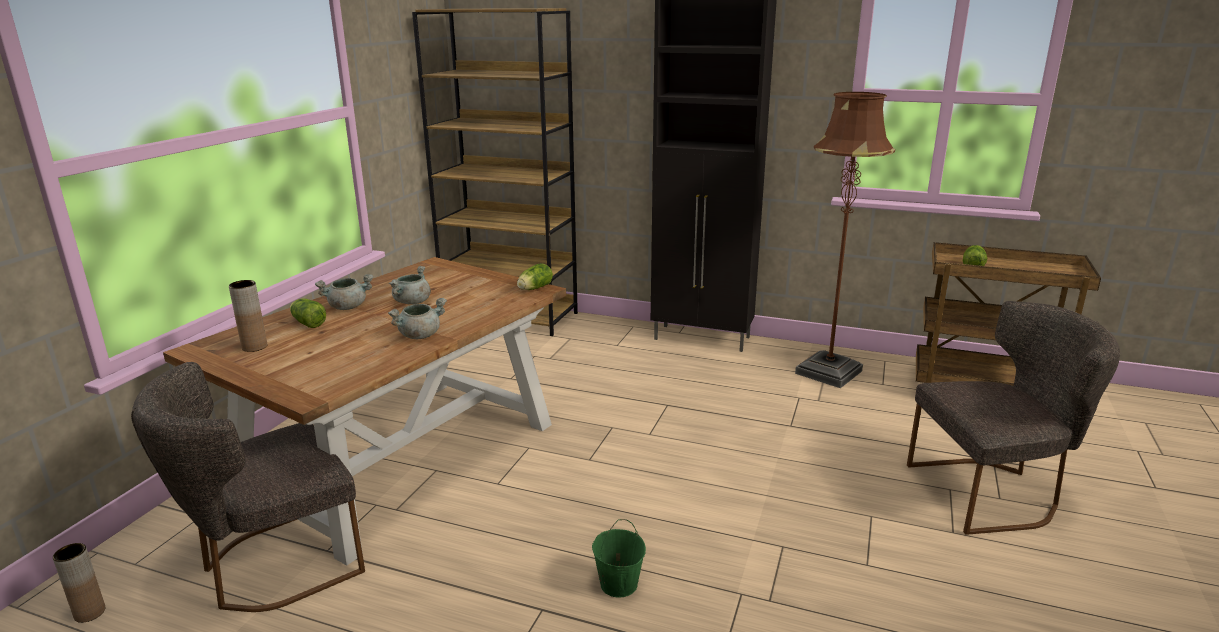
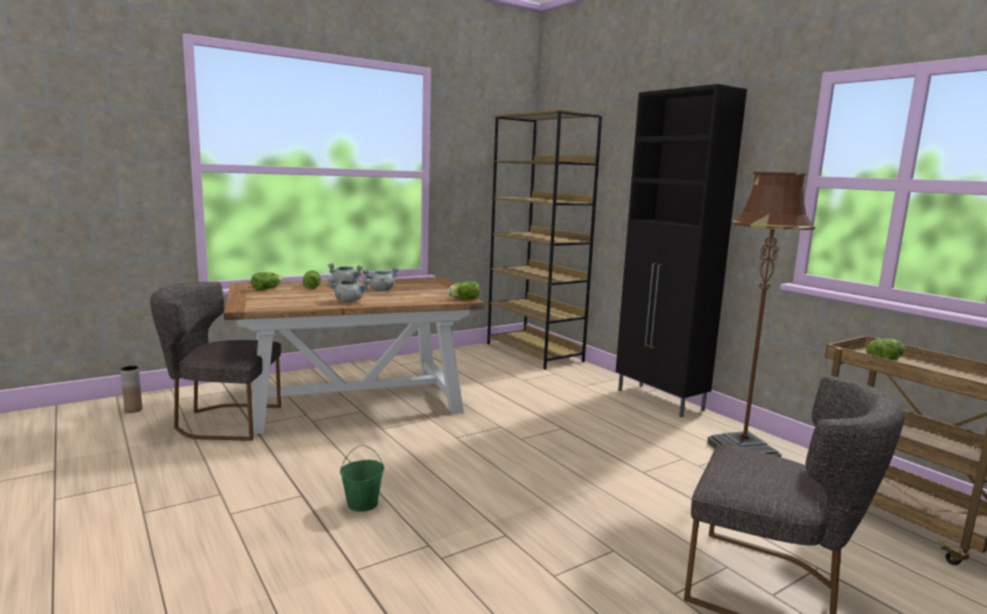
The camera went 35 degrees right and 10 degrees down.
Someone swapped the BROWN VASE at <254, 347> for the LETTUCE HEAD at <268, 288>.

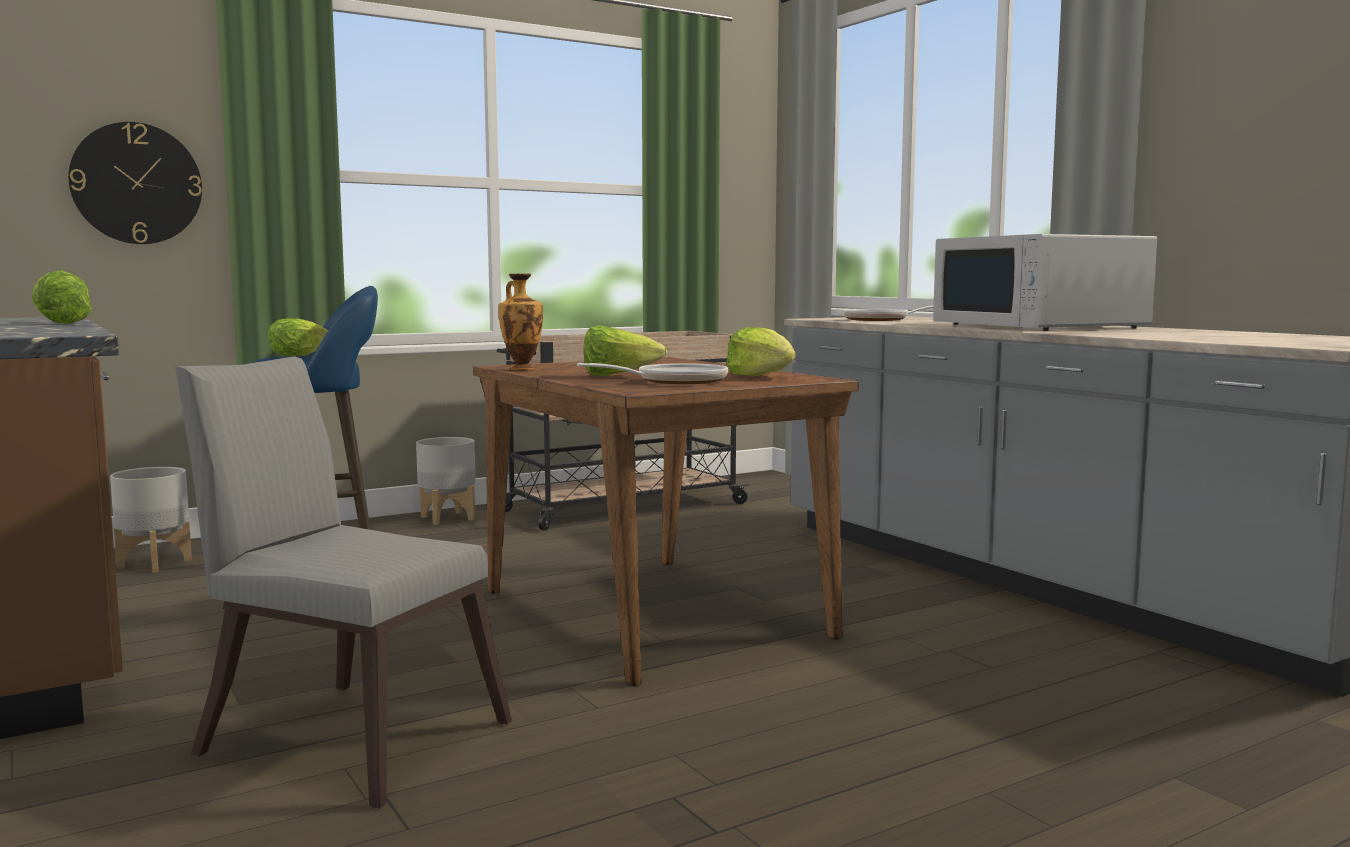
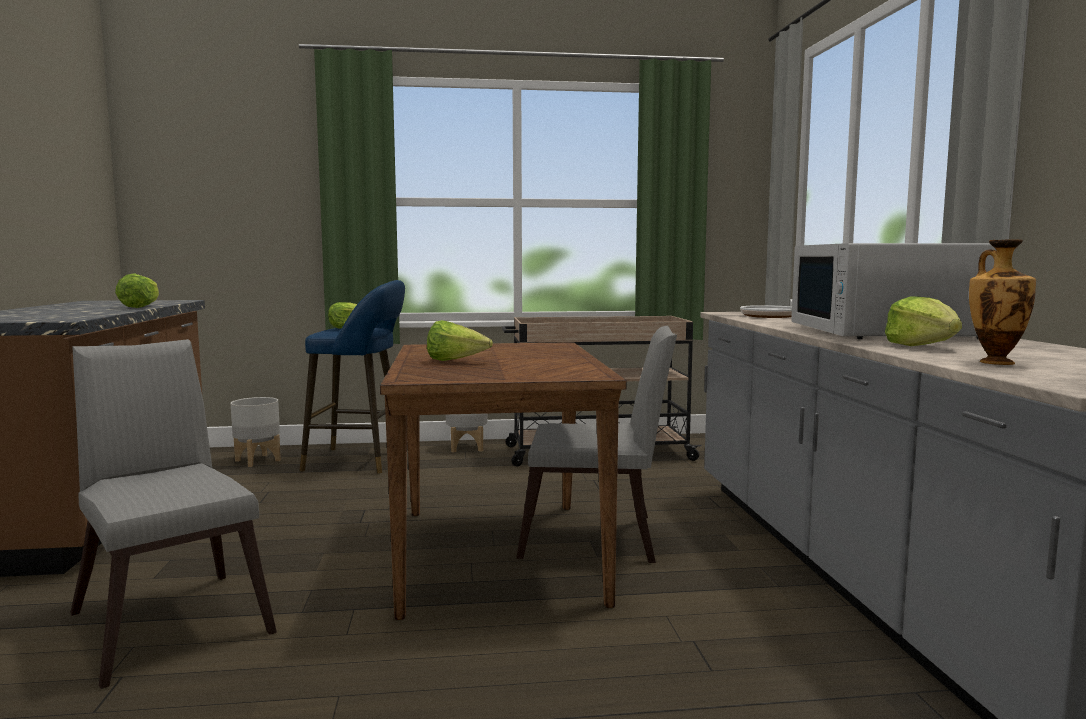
The camera went 25 degrees right and 0 degrees up.
Someone took away the CLOCK ON THE WALL at <136, 183>.
Someone carried the VASE from <521, 369> to <995, 362>.
Someone took away the FRYING PAN at <674, 381>.
Someone carried the LETTUCE HEAD from <761, 376> to <922, 346>.
Someone put down the GREYISH UPRIGHT CHAIR at <598, 539>.

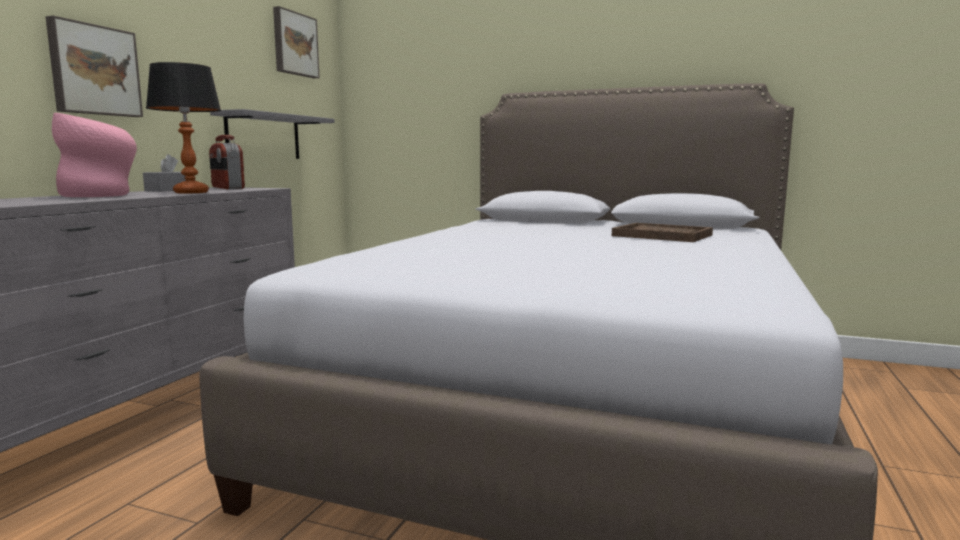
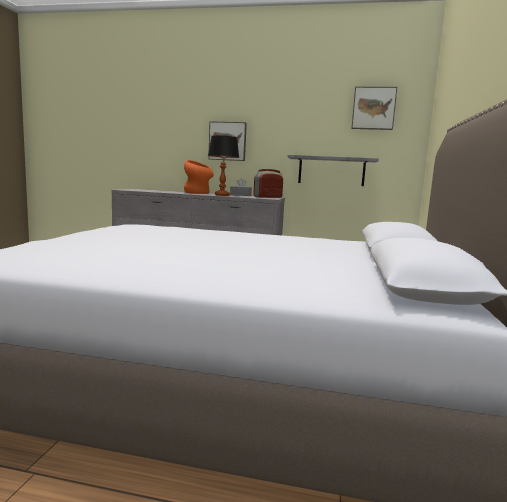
The camera went 80 degrees right and 0 degrees up.
Someone repainted the PINKISH VASE at <102, 195>, which became the ORANGE-COLOURED VASE at <198, 193>.
Someone took away the BROWN TRAY at <662, 235>.

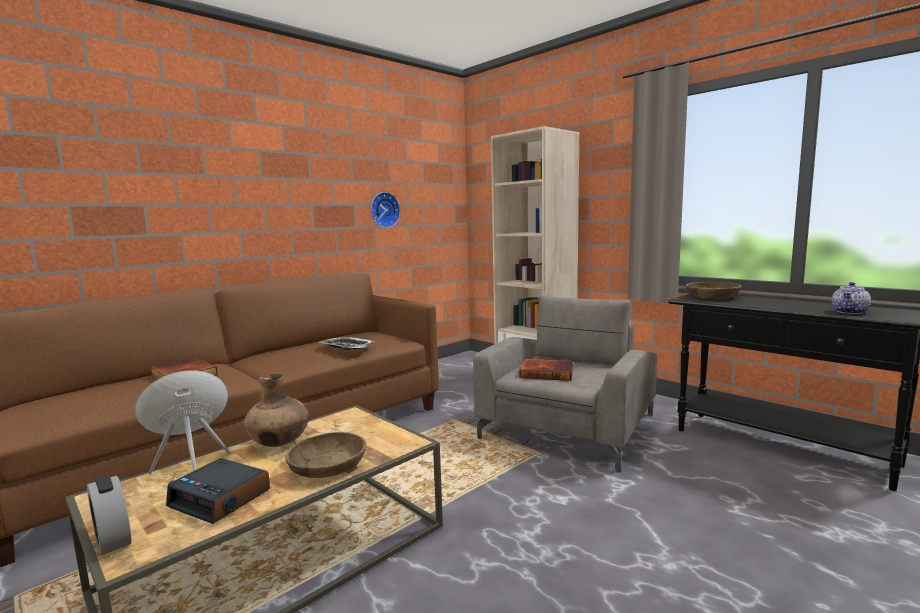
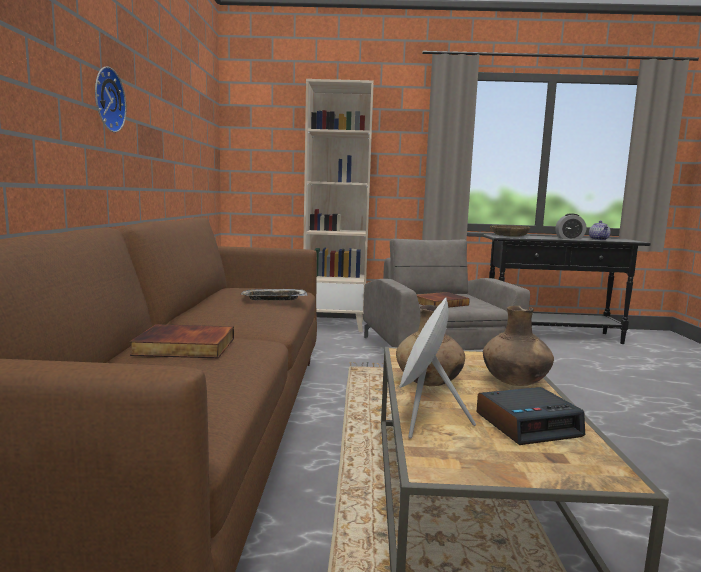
The camera went 45 degrees left and 0 degrees up.
Someone carried the TABLE CLOCK from <112, 539> to <569, 238>.
Someone swapped the BROWN DEEP DISH at <327, 466> for the BROWN VASE at <515, 383>.
Someone carried the CLOCK ON THE WALL from <384, 210> to <106, 100>.

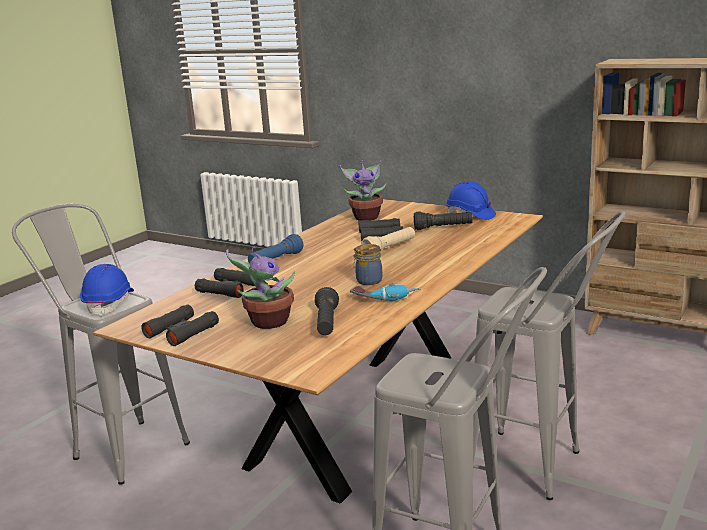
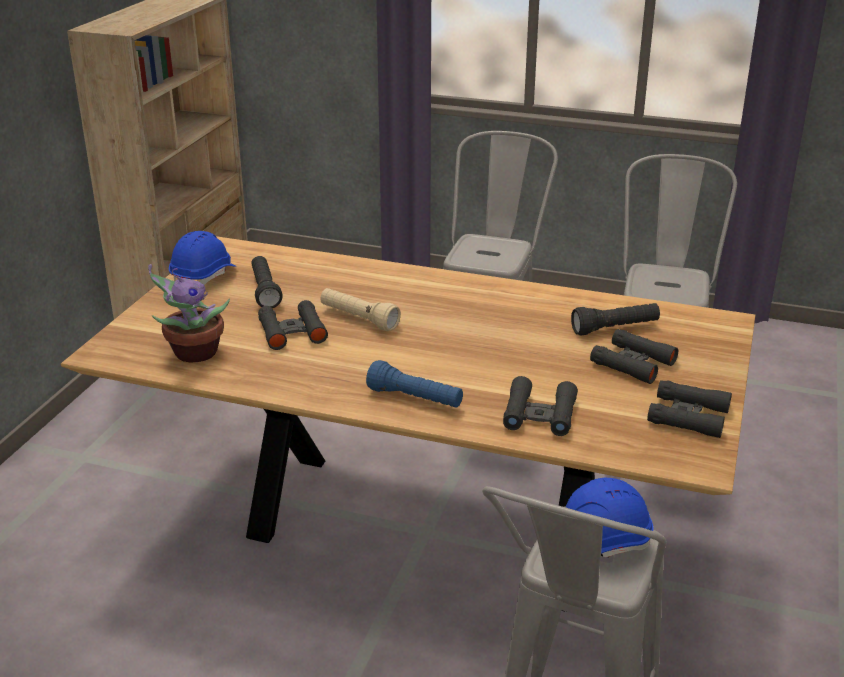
The camera went 105 degrees left and 10 degrees up.
Someone swapped the HOUSEPLANT at <267, 323> for the BLACK BINOCULARS at <633, 363>.
Someone took away the DRILL at <385, 298>.
Someone took away the STORAGE JAR at <368, 281>.

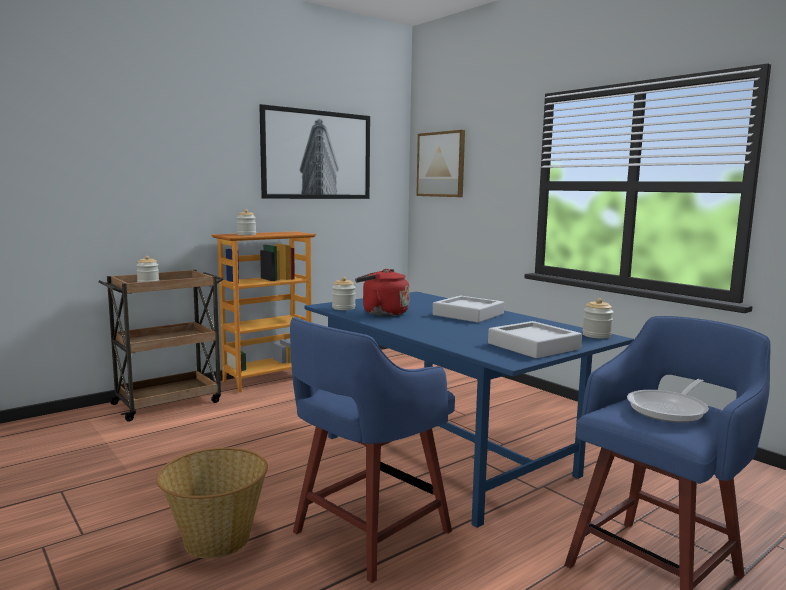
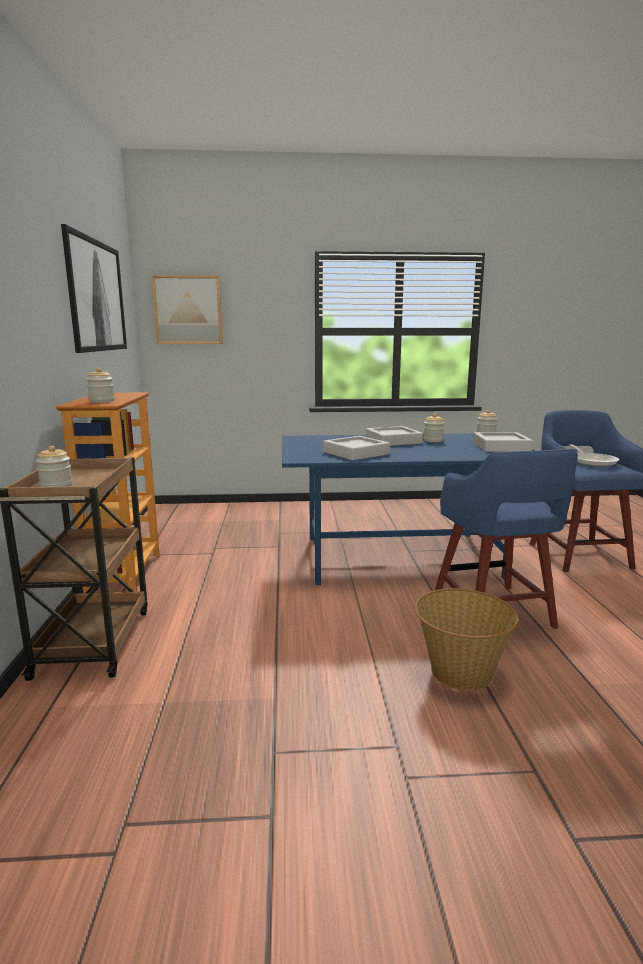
The camera went 55 degrees left and 5 degrees up.
Someone carried the STORAGE JAR from <343, 308> to <433, 440>.
Someone swapped the REDDISH TEA KETTLE at <382, 313> for the GREYISH TRAY at <356, 453>.

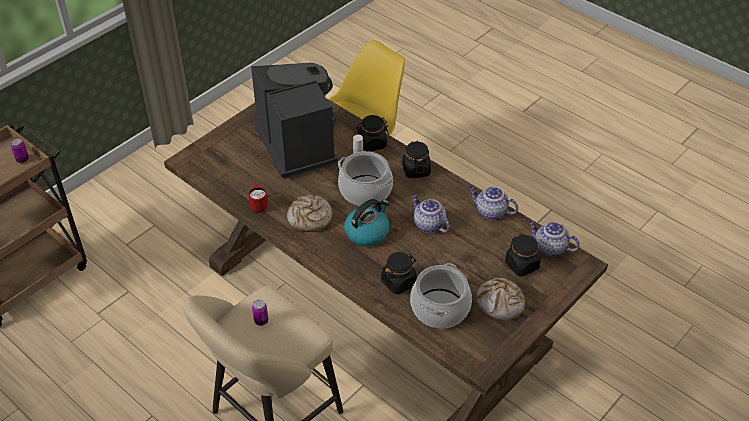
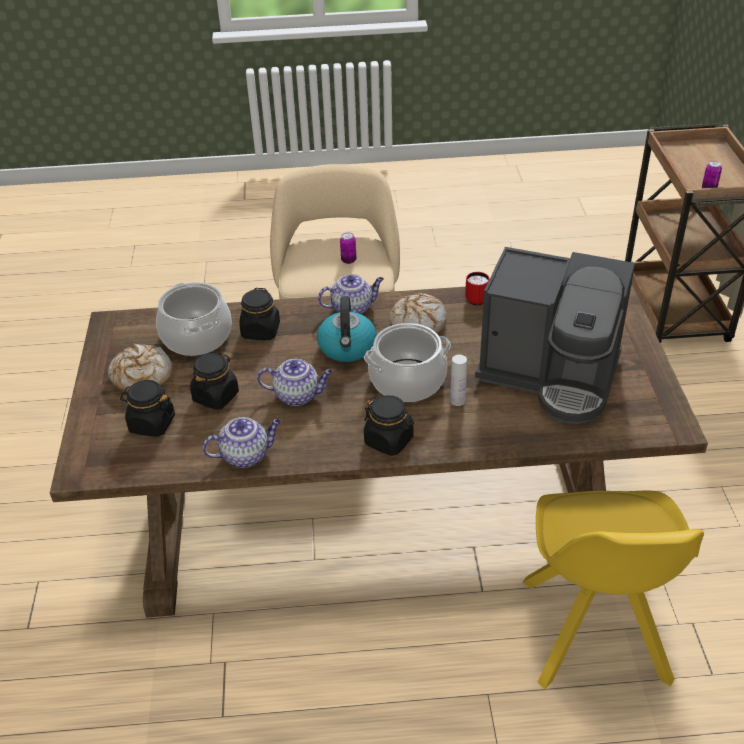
The camera went 135 degrees right and 5 degrees down.
Someone carried the BLACK STORAGE JAR from <372, 143> to <216, 396>.
Someone carried the POT FOR TEA from <550, 247> to <352, 308>.

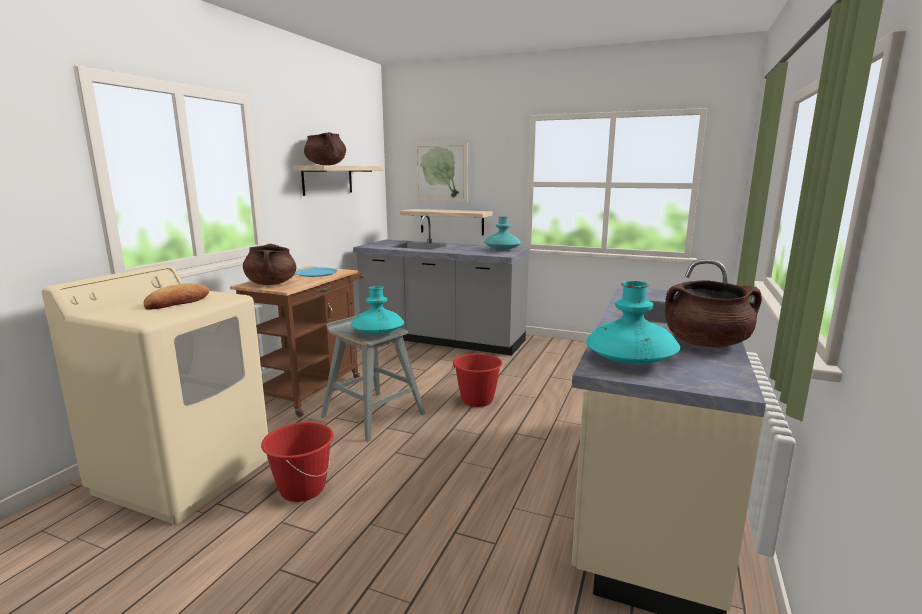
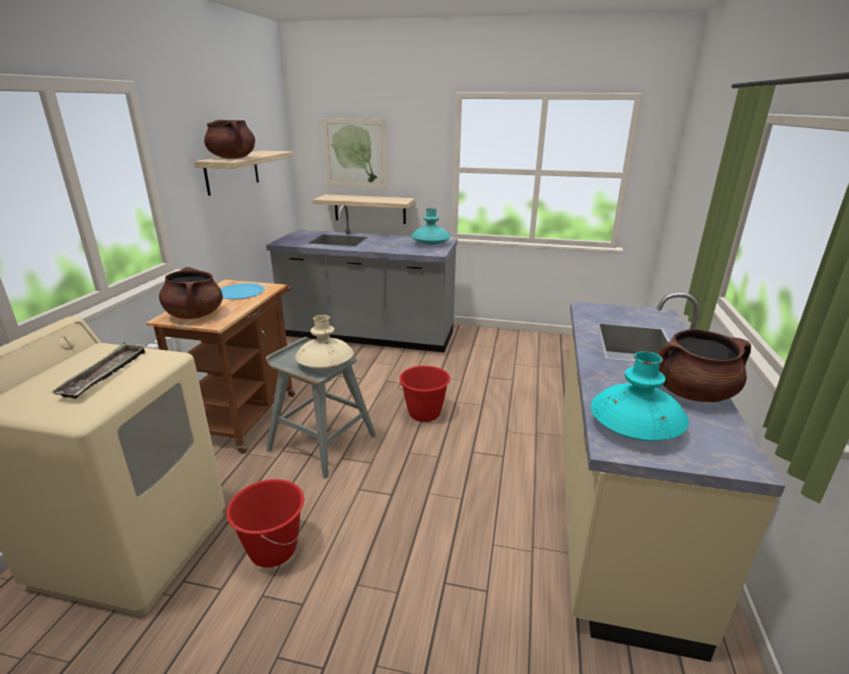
The camera went 10 degrees left and 10 degrees up.
Someone swapped the BAKERY BREAD at <178, 302> for the TRAY at <105, 374>.
Someone repainted the BLUE-GREEN VASE at <378, 333>, which became the SAND-COLOURED VASE at <325, 364>.

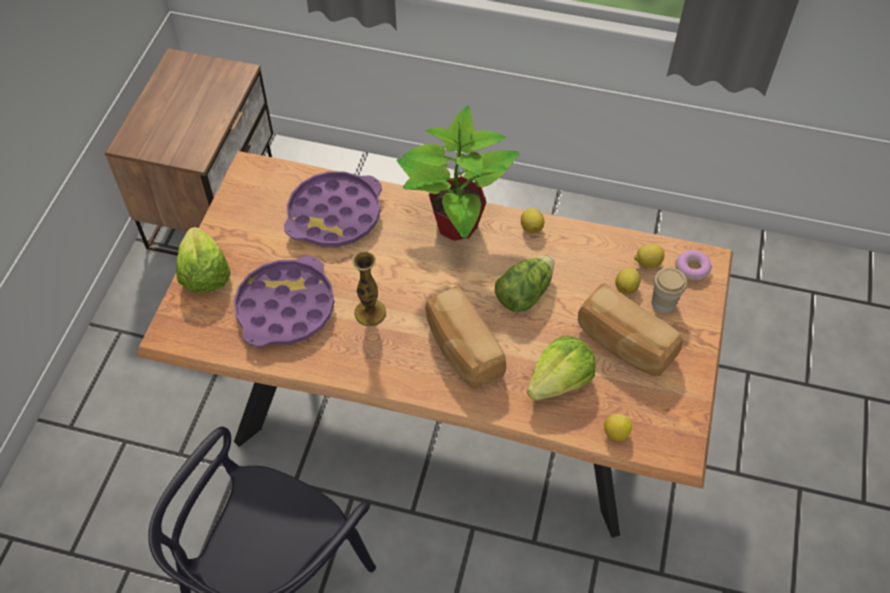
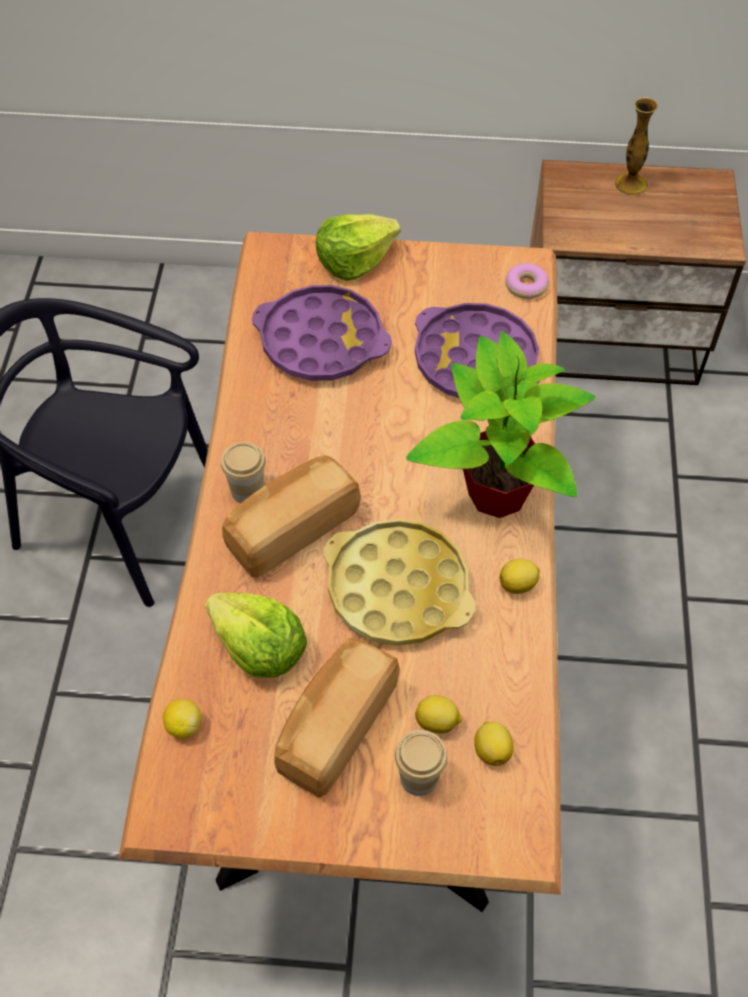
The camera went 80 degrees right and 0 degrees up.
Someone carried the VASE from <370, 313> to <631, 184>.
Someone swapped the LETTUCE HEAD at <524, 293> for the YELLOW TRAY at <398, 588>.
Someone carried the DOUGHNUT from <692, 269> to <526, 286>.
Someone put down the CUP at <247, 491>.

